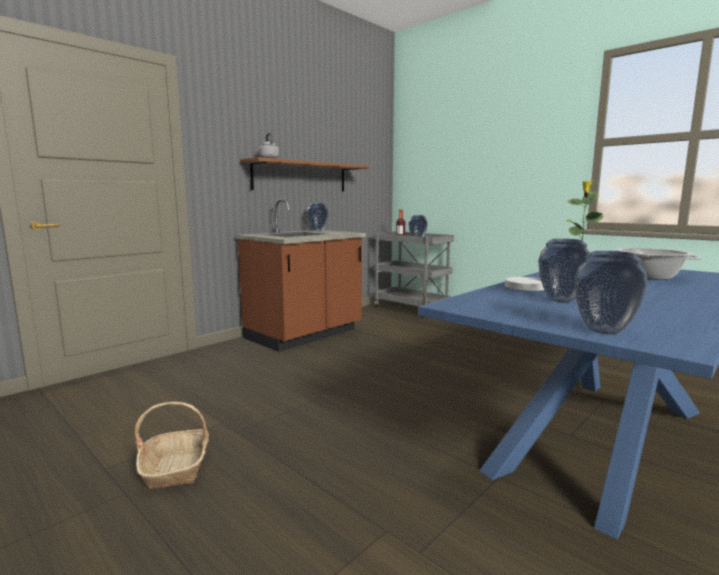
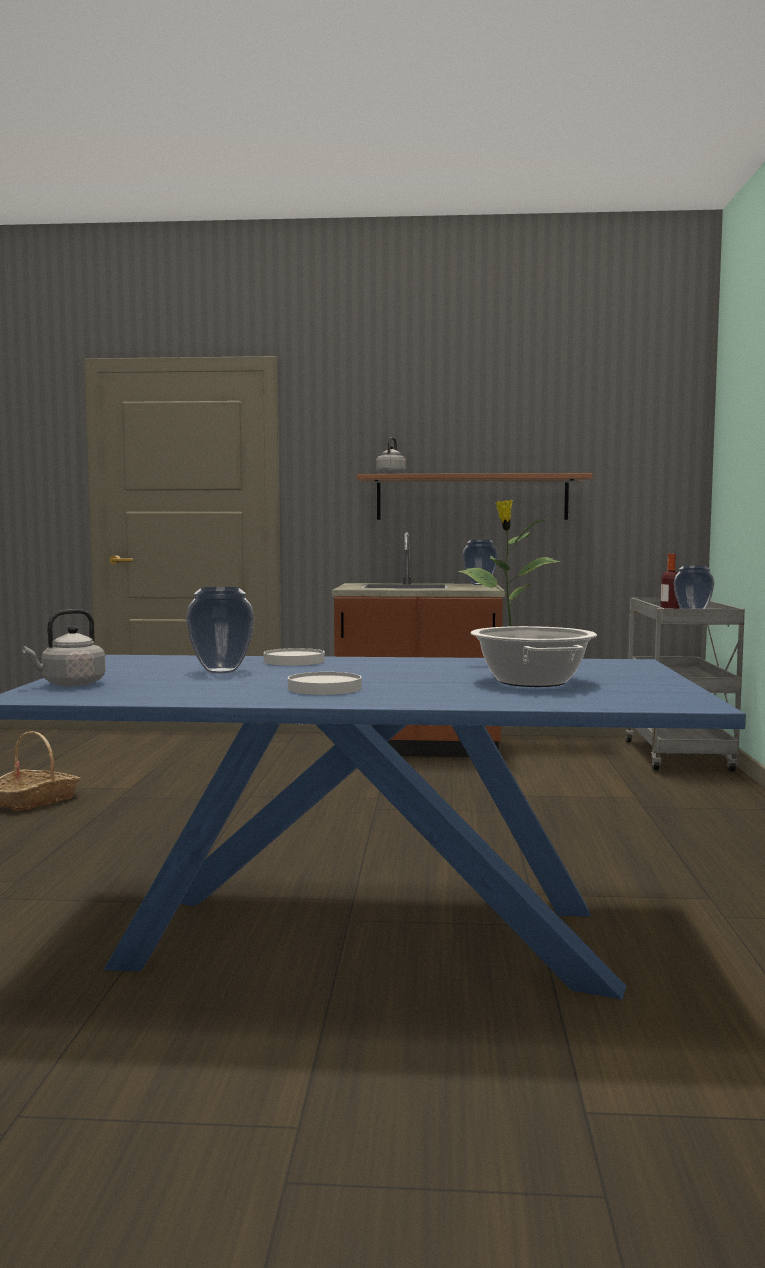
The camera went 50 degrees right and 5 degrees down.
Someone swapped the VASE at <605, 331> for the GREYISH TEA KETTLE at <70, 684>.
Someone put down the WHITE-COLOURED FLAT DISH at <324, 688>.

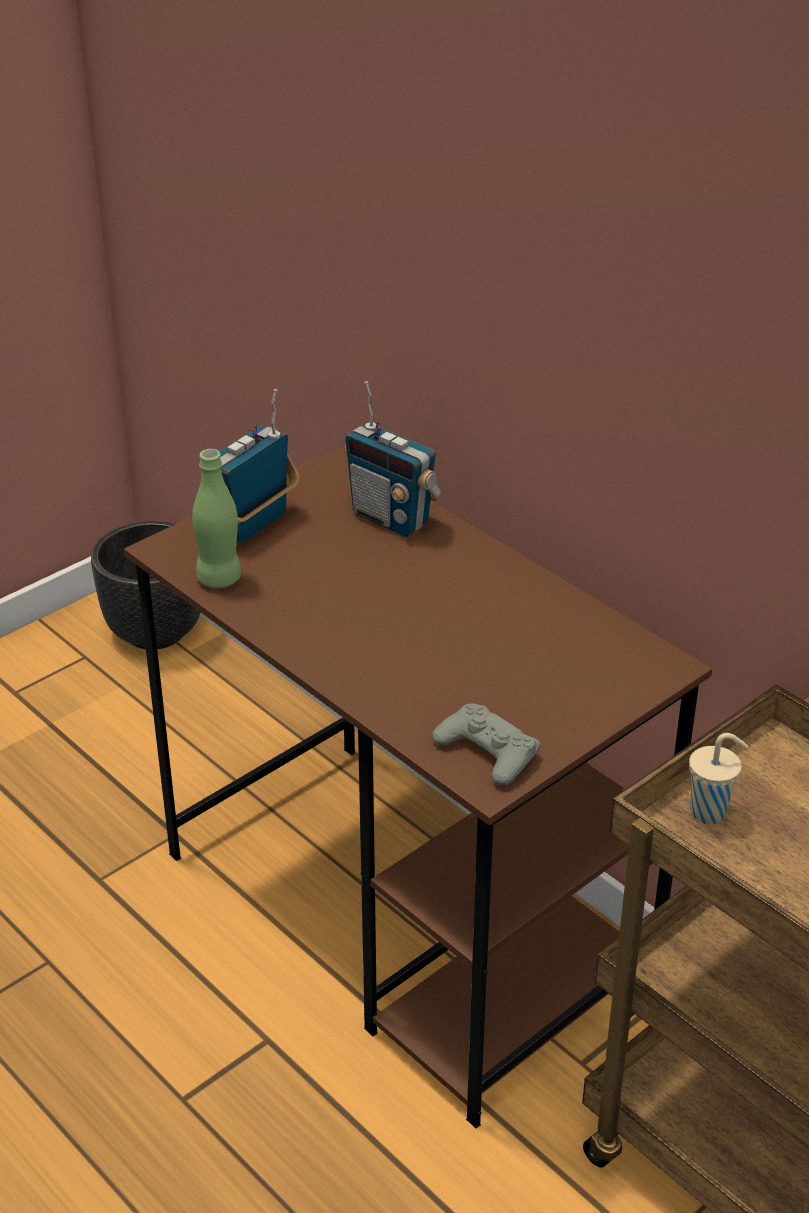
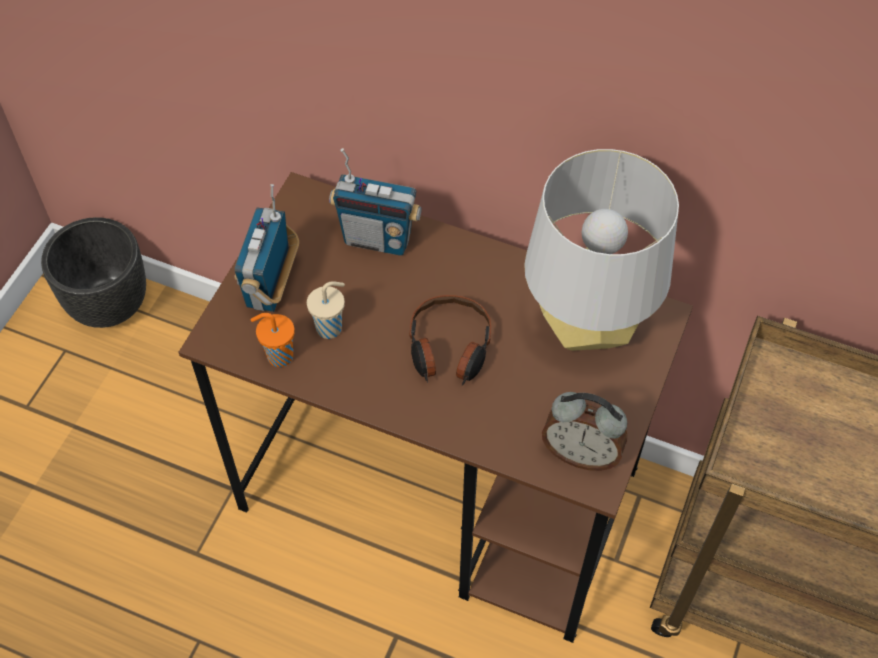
The camera went 25 degrees left and 20 degrees up.
Someone swapped the GREEN BEVERAGE BOTTLE at <219, 579> for the ORANGE-COLOURED CUP at <278, 356>.
Someone swapped the GREYISH JOYPAD at <487, 752> for the TABLE CLOCK at <581, 453>.
Someone carried the SAND-COLOURED CUP from <710, 812> to <330, 328>.
Someone put down the HEADSET at <449, 349>.
Someone put down the GREYISH TABLETOP LAMP at <586, 326>.

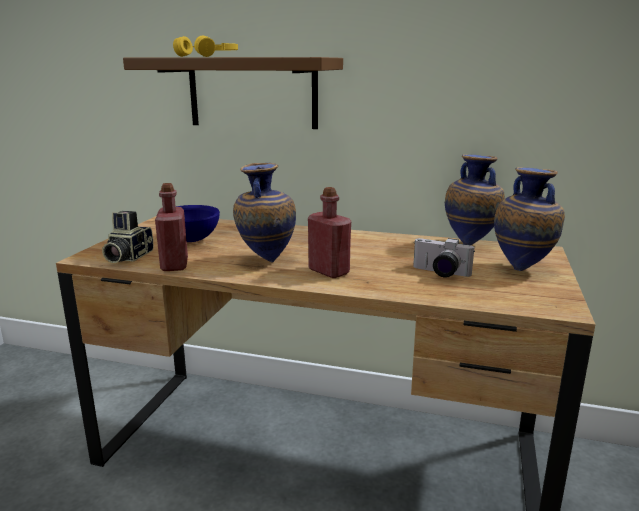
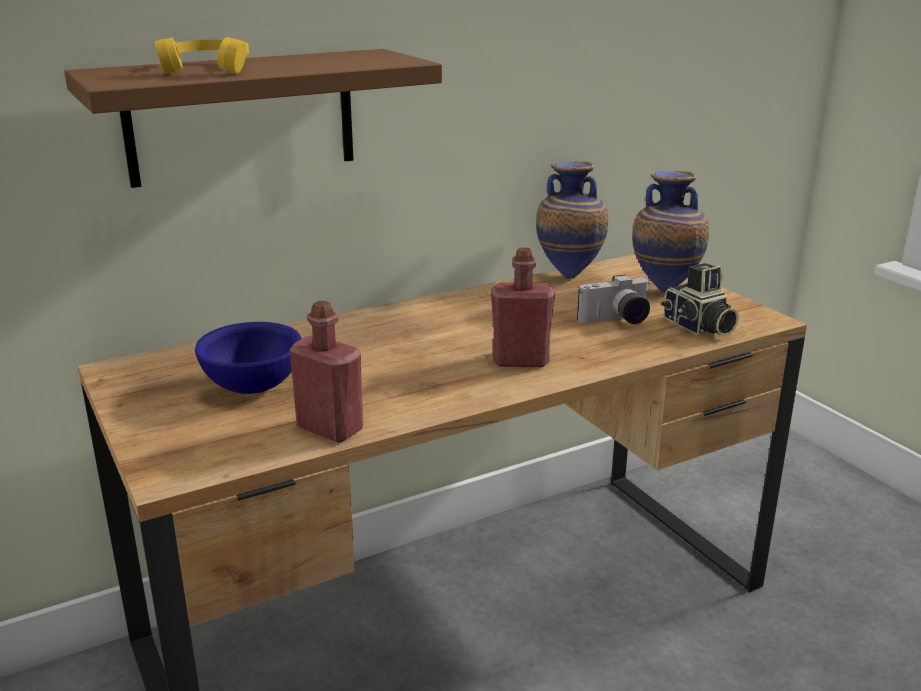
The camera went 45 degrees left and 5 degrees up.
Someone carried the STILL CAMERA from <127, 257> to <698, 327>.
Someone took away the VASE at <265, 260>.

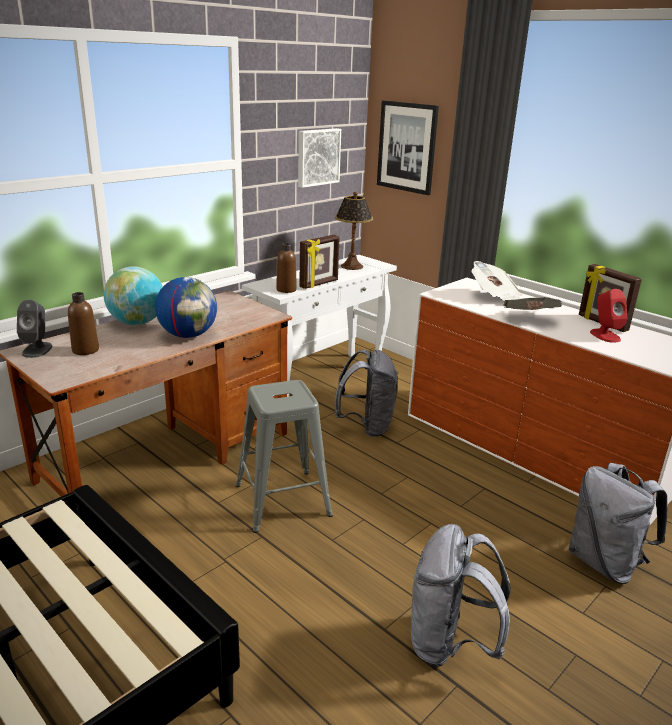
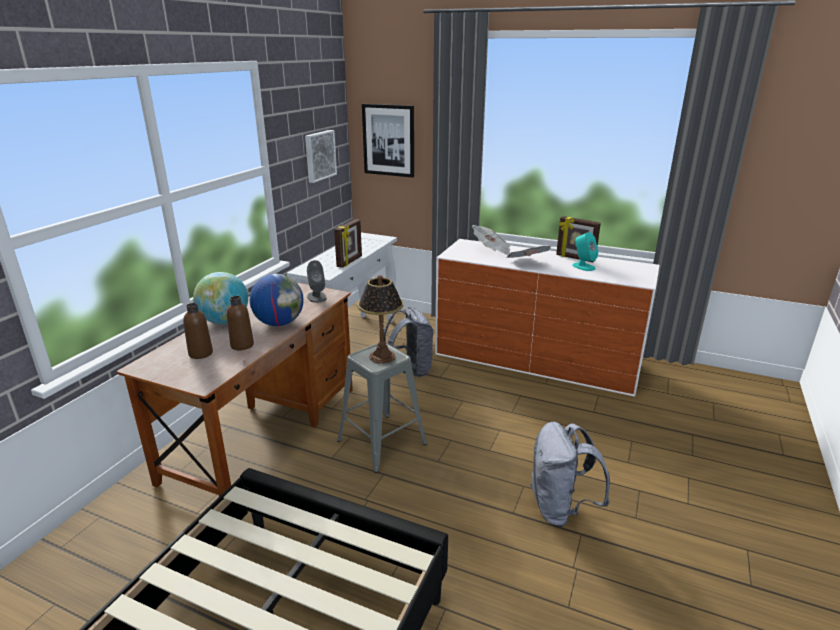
The camera went 20 degrees left and 0 degrees up.
Someone carried the GREYISH LOUDSPEAKER from <37, 349> to <316, 297>.
Someone carried the BROWN BEVERAGE BOTTLE from <286, 290> to <242, 345>.
Someone carried the TABLETOP LAMP from <352, 266> to <382, 357>.
Someone took away the GREYISH BACKPACK at <605, 563>.
Someone repainted the REDDISH LOUDSPEAKER at <604, 335>, which became the BLUE-GREEN LOUDSPEAKER at <583, 266>.

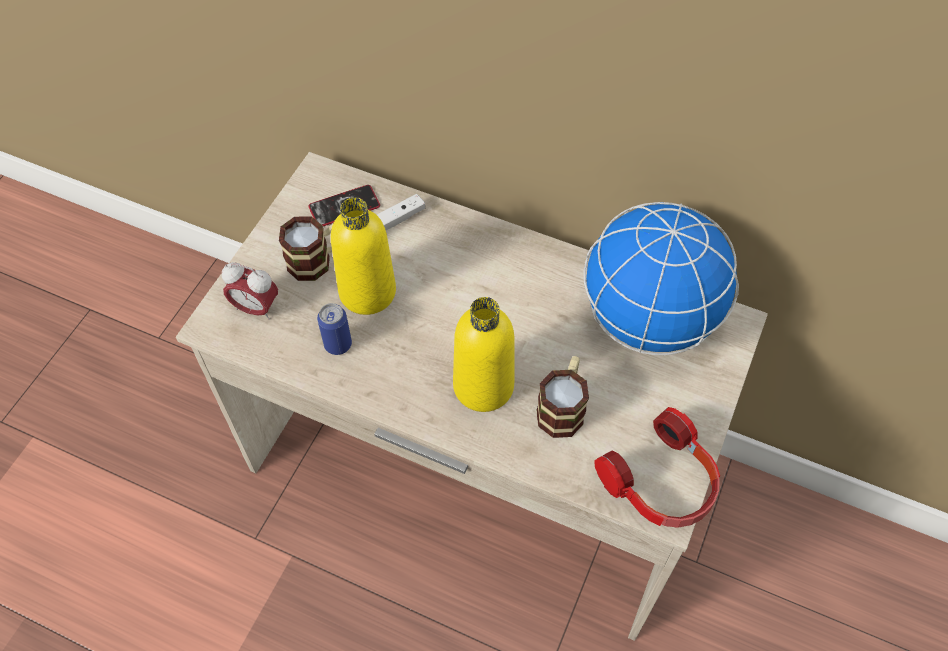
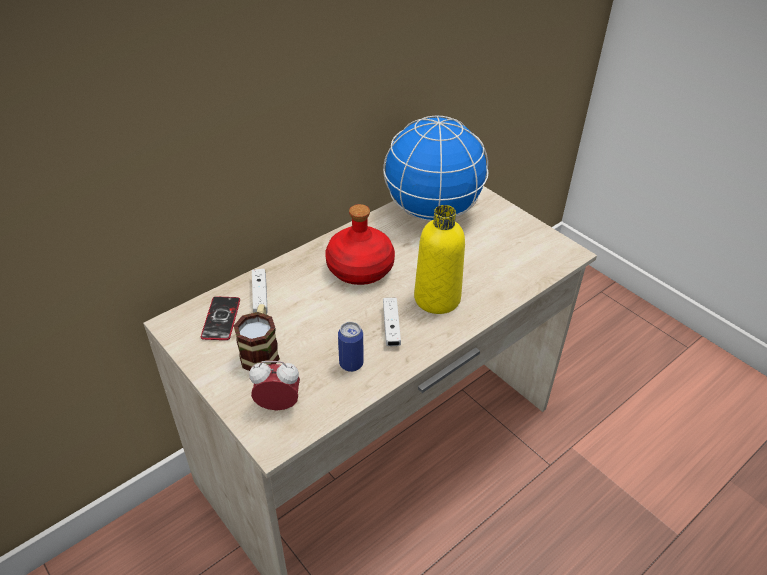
The camera went 65 degrees left and 15 degrees down.
Someone rotated the TABLE CLOCK at <256, 308> by 135 degrees counterclockwise.
Someone took away the YELLOW BEVERAGE BOTTLE at <367, 292>.
Someone took away the TEA MUG at <563, 407>.
Someone took away the HEADSET at <662, 483>.
Someone put down the REDDISH BEVERAGE BOTTLE at <361, 268>.
Someone put down the WHITE-COLOURED JOYPAD at <391, 327>.

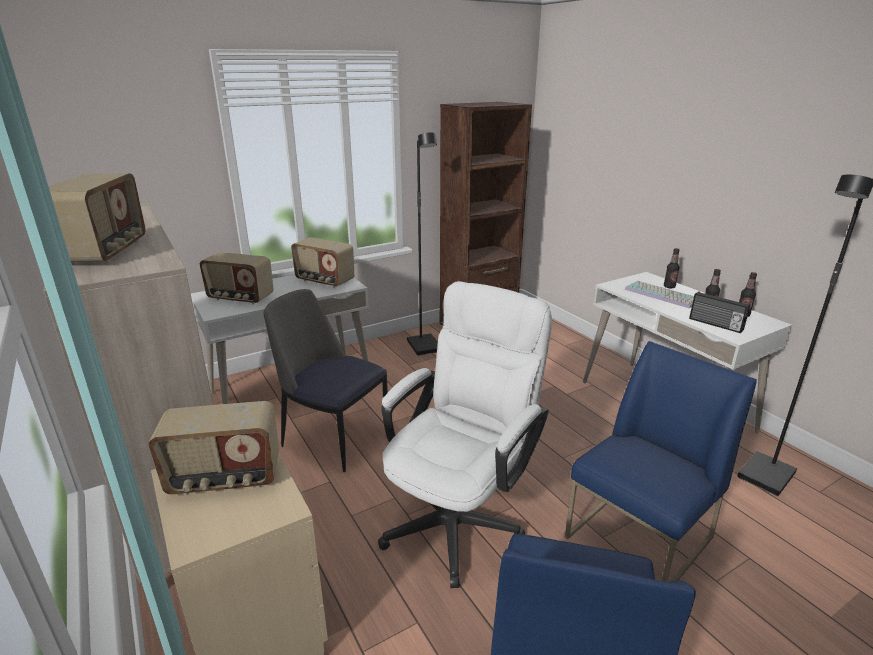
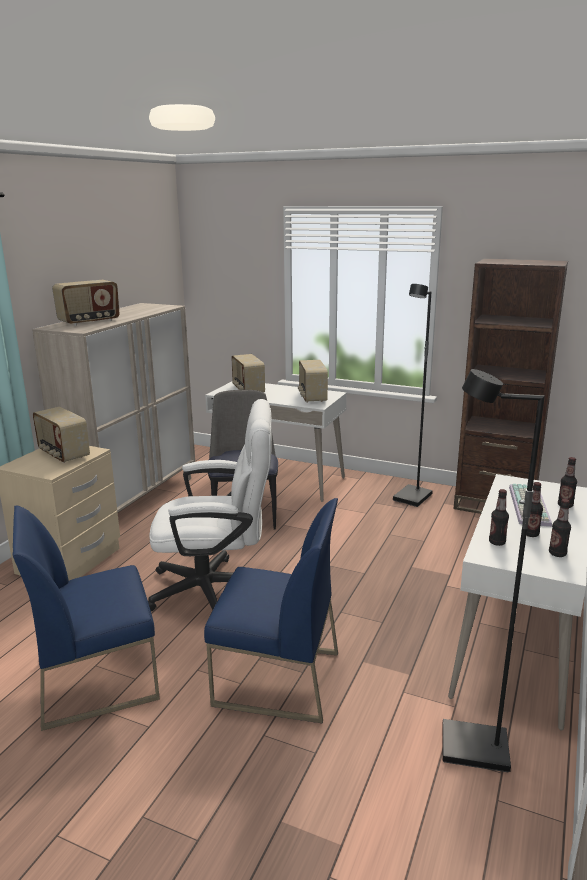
The camera went 55 degrees right and 5 degrees down.
Someone swapped the RADIO RECEIVER at <715, 324> for the BEVERAGE BOTTLE at <497, 542>.

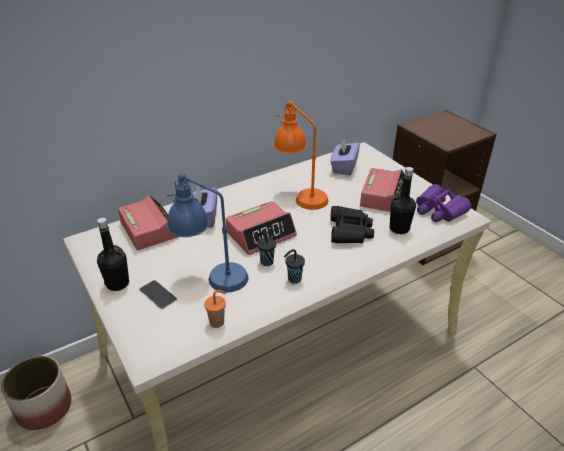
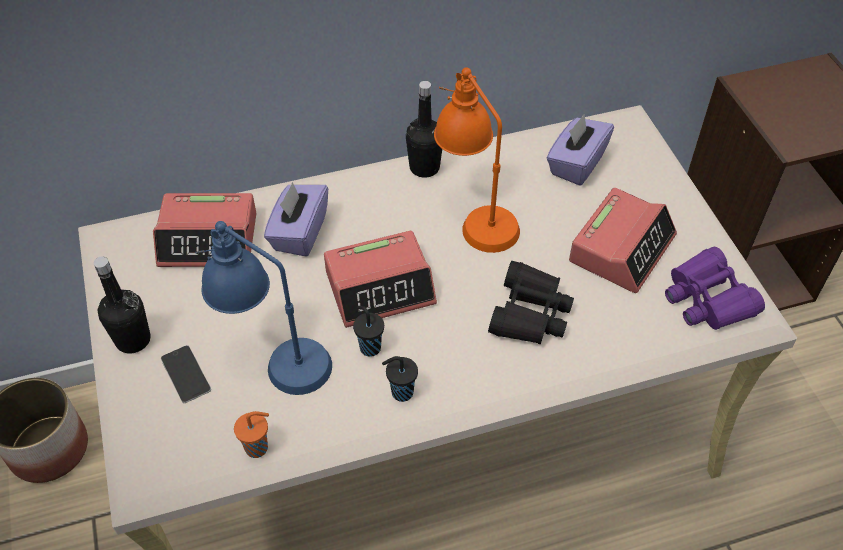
The camera went 15 degrees right and 15 degrees up.
Someone rotated the TABLE CLOCK at <150, 229> by 105 degrees clockwise.
Someone carried the BLACK BEVERAGE BOTTLE from <399, 228> to <424, 167>.

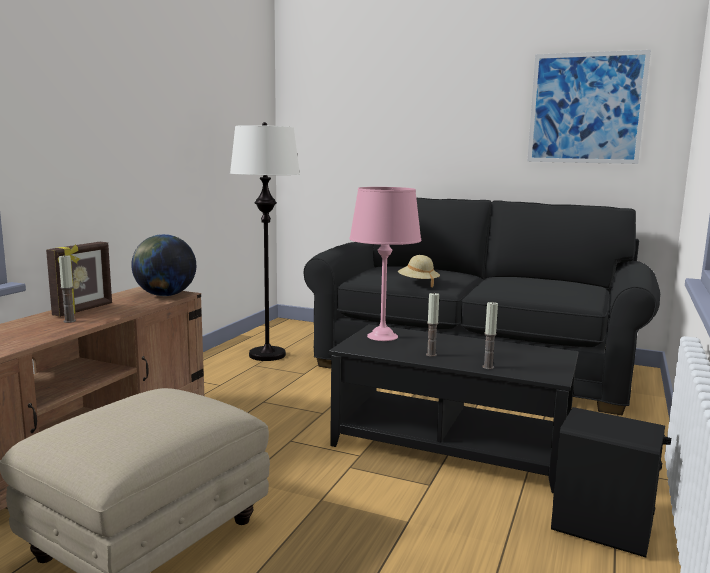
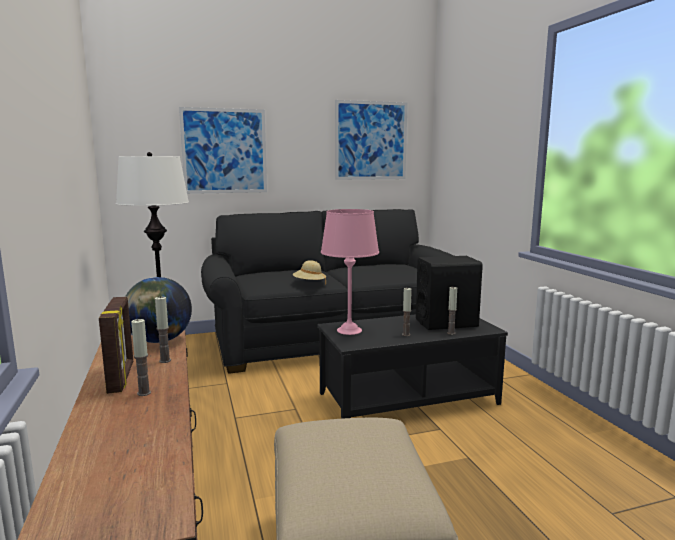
The camera went 40 degrees left and 0 degrees up.
Someone carried the BLACK LOUDSPEAKER from <602, 528> to <446, 323>.
Someone put down the WAX CANDLE at <165, 360>.
Someone put up the WALL PICTURE at <224, 151>.

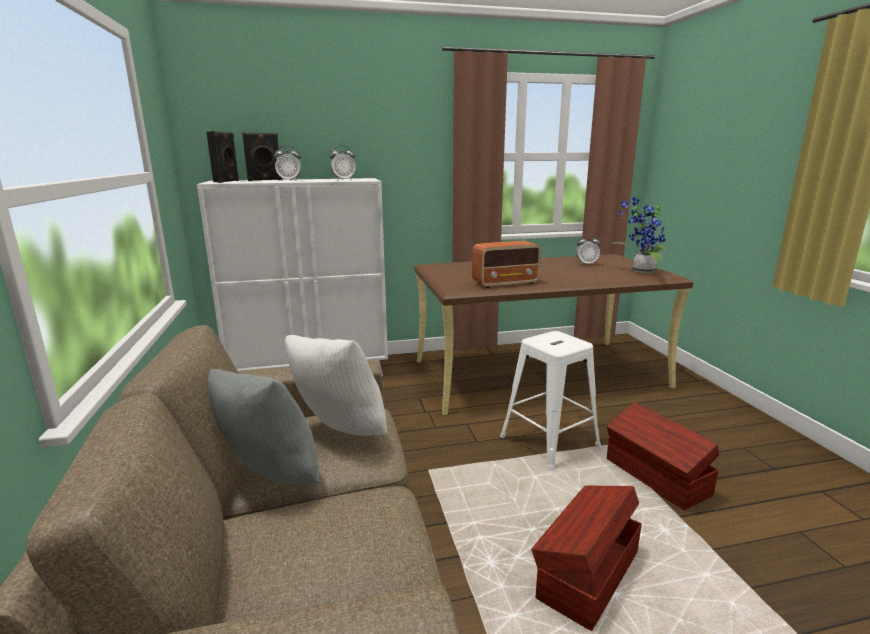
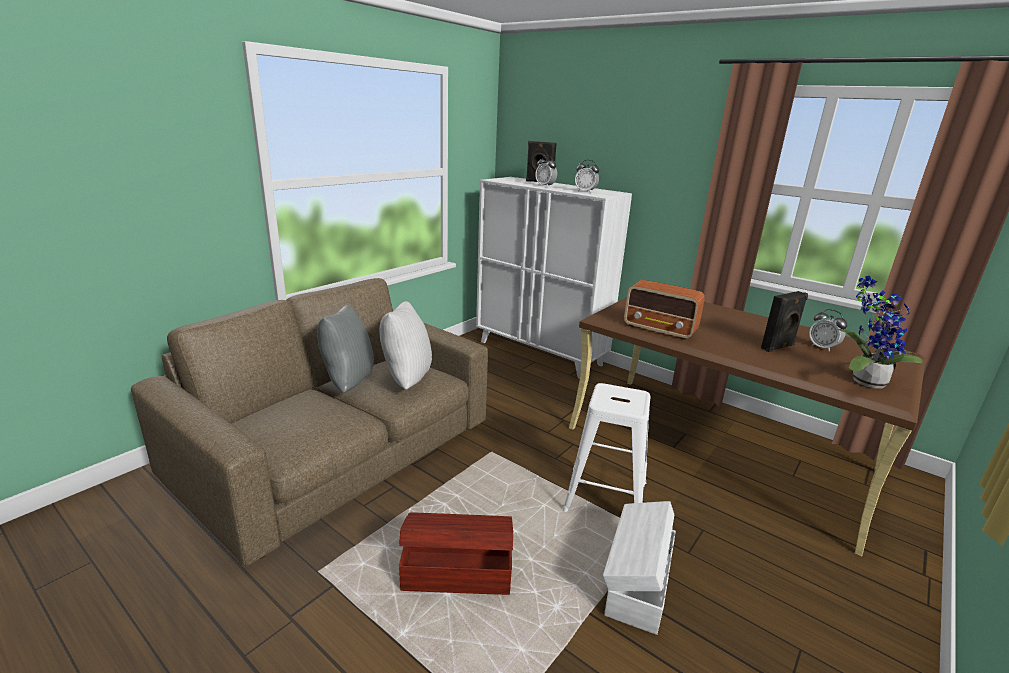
The camera went 50 degrees right and 5 degrees up.
Someone carried the BLACK LOUDSPEAKER from <227, 181> to <778, 347>.
Someone repainted the BROWN STORAGE BOX at <656, 477>, which became the WHITE-COLOURED STORAGE BOX at <637, 583>.

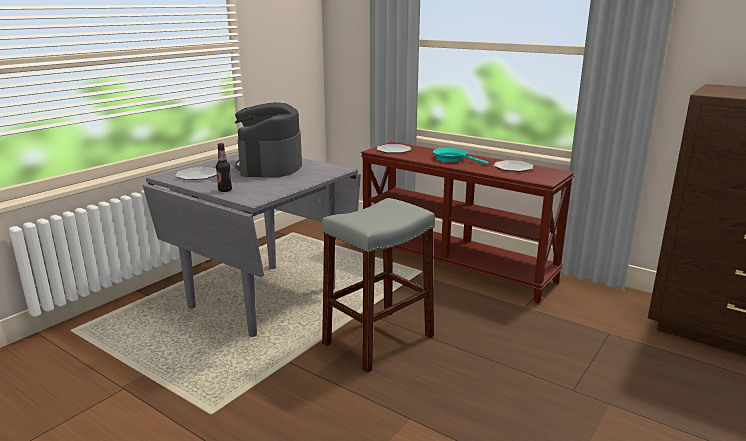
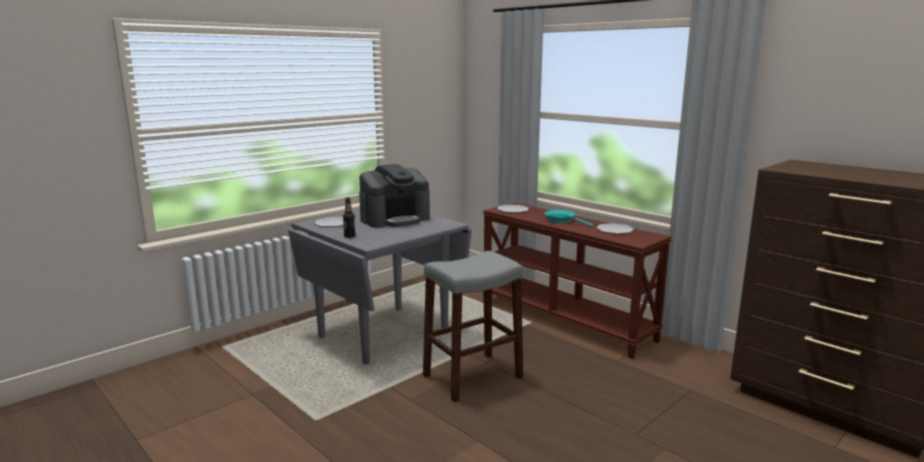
The camera went 10 degrees right and 5 degrees down.
Someone rotated the COFFEE BREWER at <270, 166> by 135 degrees counterclockwise.

